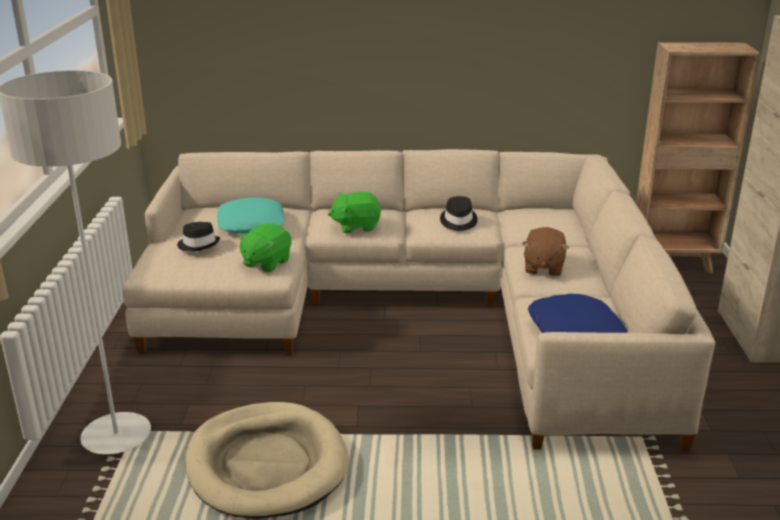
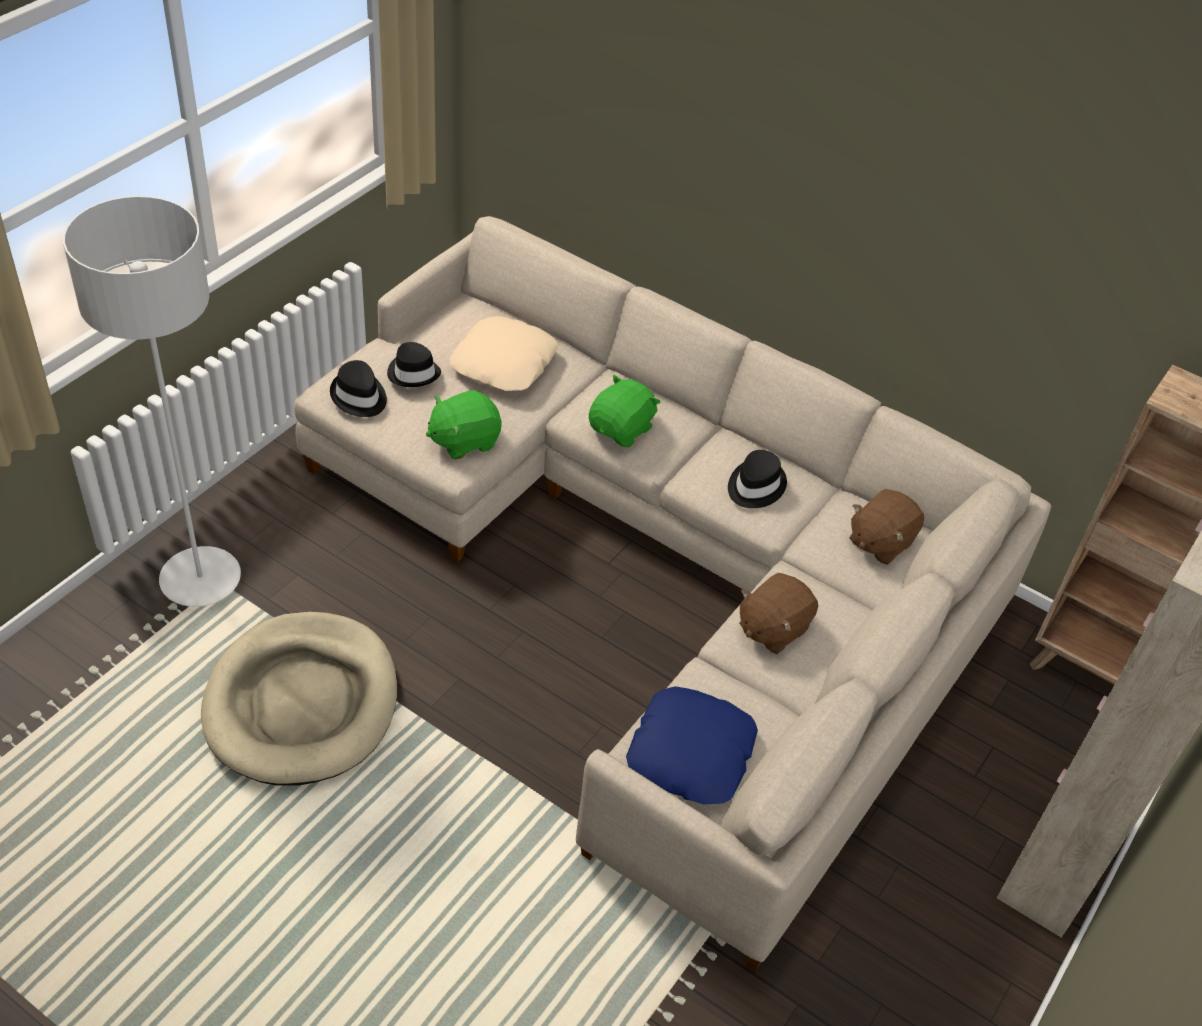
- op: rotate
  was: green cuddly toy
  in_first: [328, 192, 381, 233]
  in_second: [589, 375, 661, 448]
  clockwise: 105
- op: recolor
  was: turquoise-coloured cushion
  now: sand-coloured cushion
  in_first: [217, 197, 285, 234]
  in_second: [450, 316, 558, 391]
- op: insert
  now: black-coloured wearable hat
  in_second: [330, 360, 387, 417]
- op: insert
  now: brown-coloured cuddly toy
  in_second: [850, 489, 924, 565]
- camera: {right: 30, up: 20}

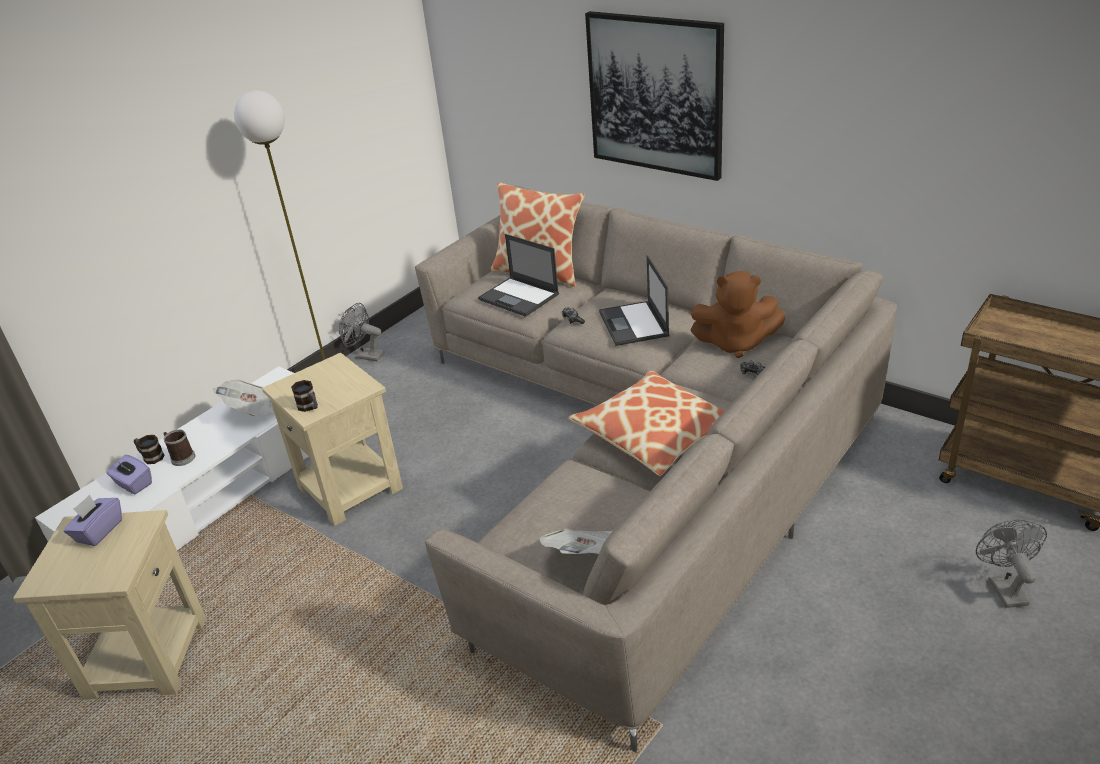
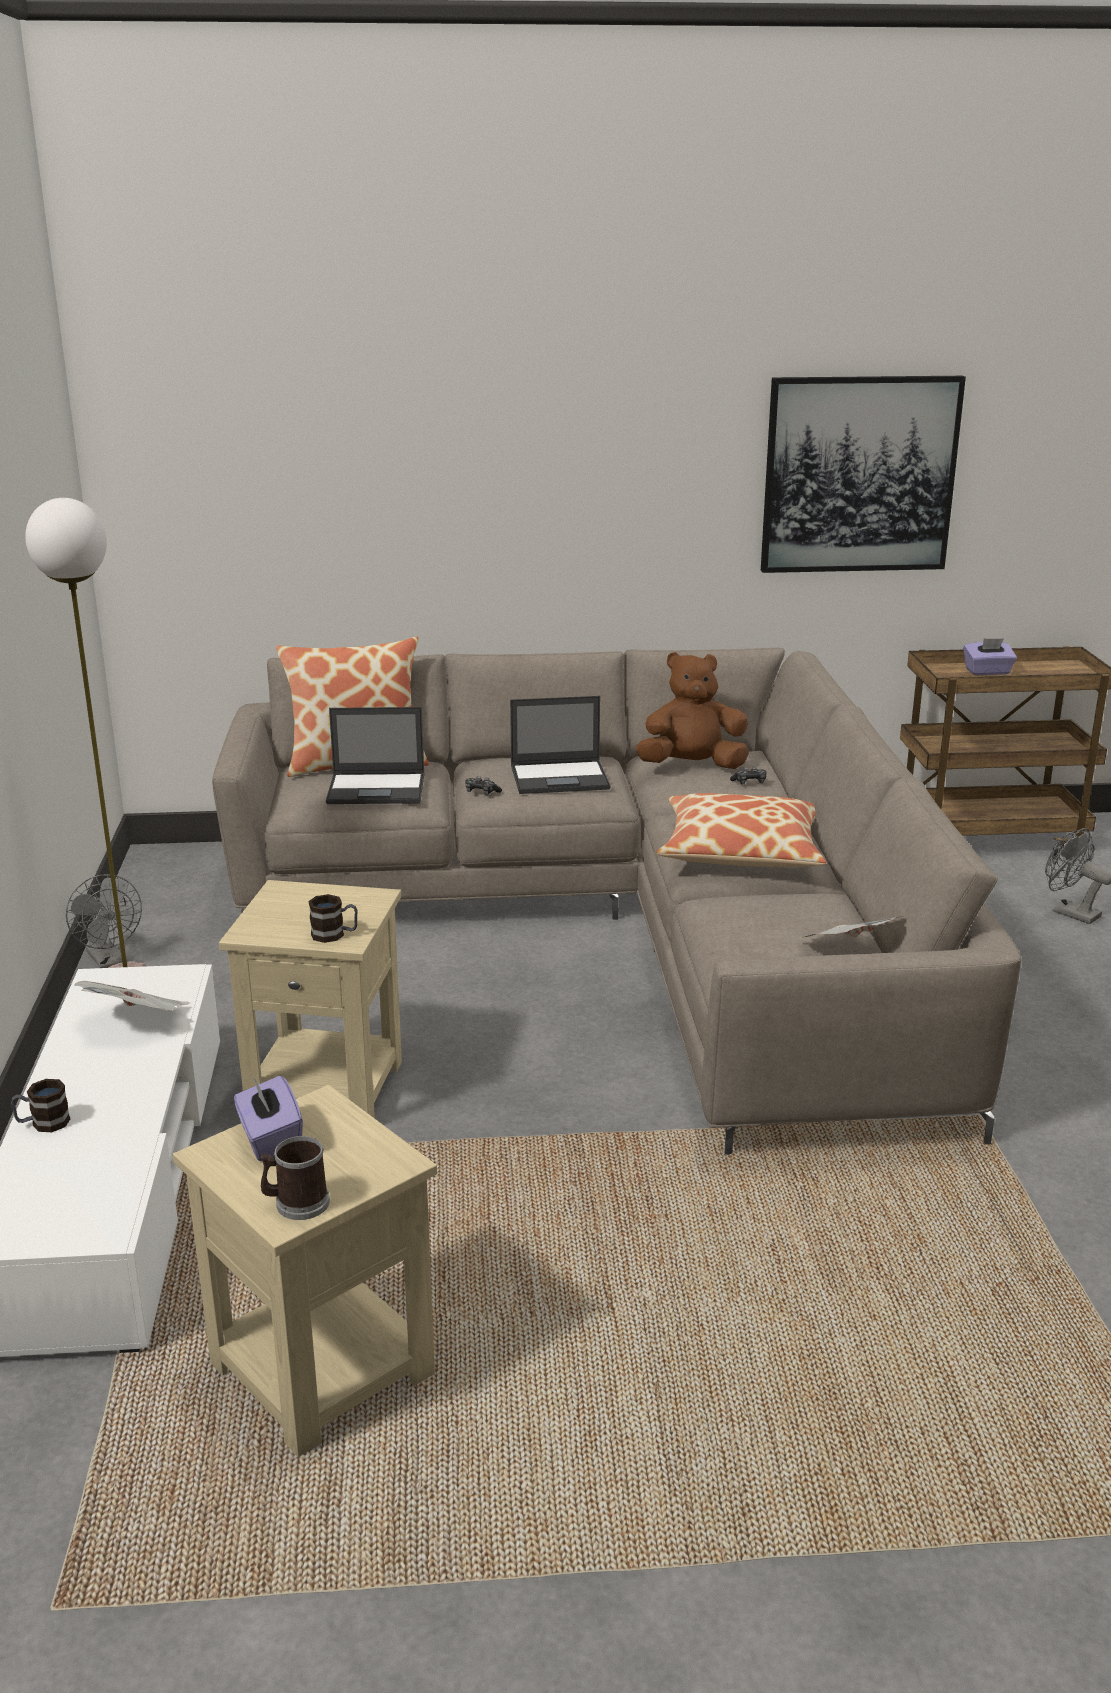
- op: move
  was: wall picture
  in_first: [585, 11, 724, 181]
  in_second: [761, 376, 966, 573]
- op: rotate
  was: notebook computer
  in_first: [599, 255, 670, 346]
  in_second: [510, 696, 611, 794]
  clockwise: -45
- op: rotate
  was: brown-coloured cuddly toy
  in_first: [690, 271, 785, 358]
  in_second: [636, 652, 749, 769]
  clockwise: -150
- op: rotate
  was: greyish cooling fan
  in_first: [339, 303, 385, 361]
  in_second: [66, 874, 142, 968]
  clockwise: -105
- op: move
  was: mug
  in_first: [163, 430, 195, 466]
  in_second: [261, 1136, 330, 1220]
- op: move
  was: purple-coloured tissue holder
  in_first: [106, 455, 152, 494]
  in_second: [963, 638, 1017, 675]
- camera: {right: -45, up: -10}

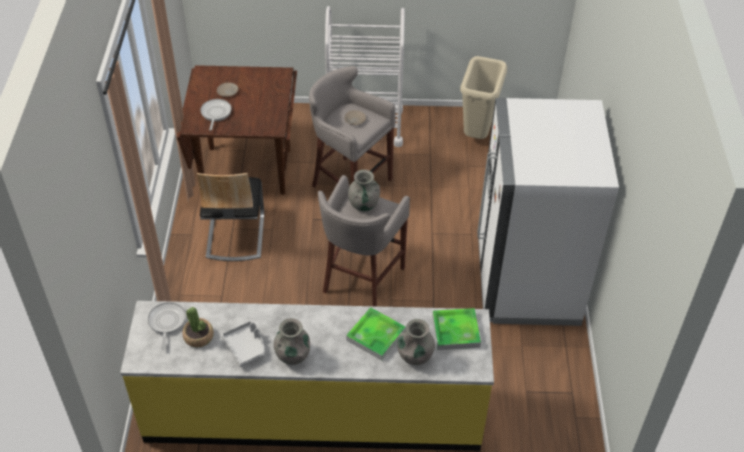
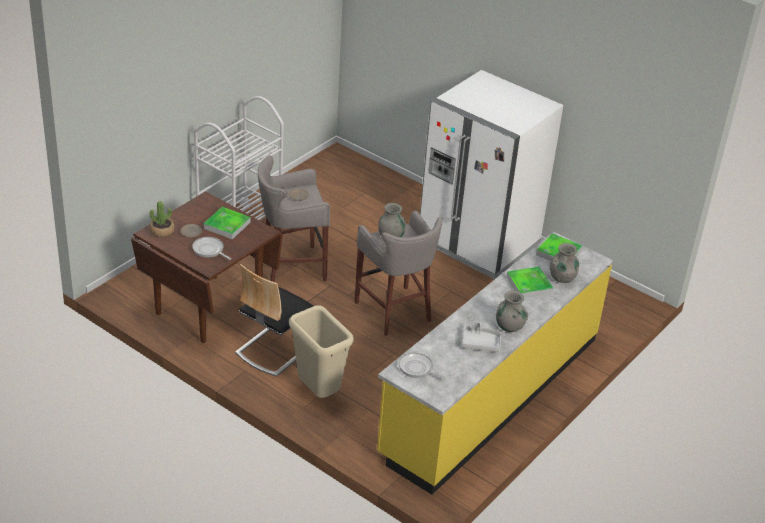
- op: move
  was: sand-coloured rubbish bin
  in_first: [460, 56, 507, 139]
  in_second: [289, 305, 354, 398]
- op: rotate
  was: chair
  in_first: [197, 173, 264, 261]
  in_second: [235, 264, 313, 377]
  clockwise: 90
- op: move
  was: plant in a pot
  in_first: [182, 307, 214, 347]
  in_second: [149, 201, 174, 237]
- op: insert
  now: tray
  in_second: [204, 207, 251, 239]
- camera: {right: -55, up: -10}

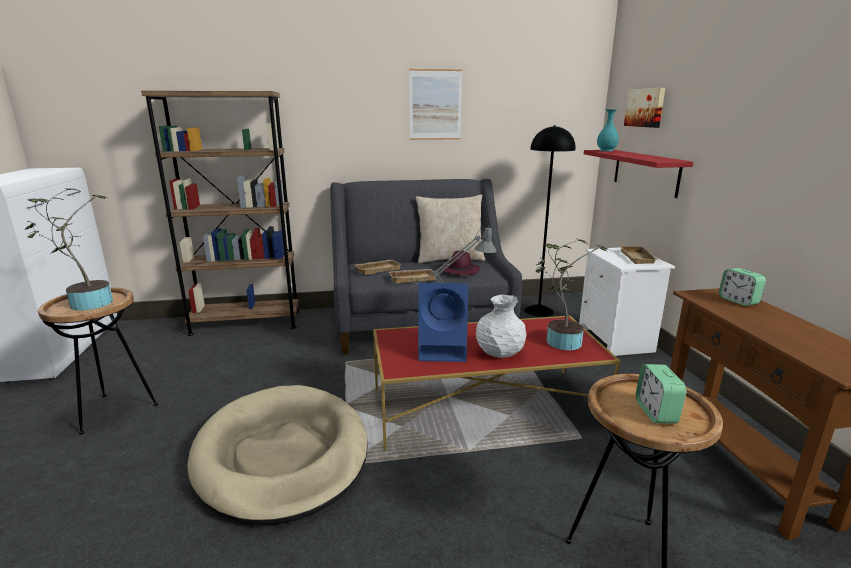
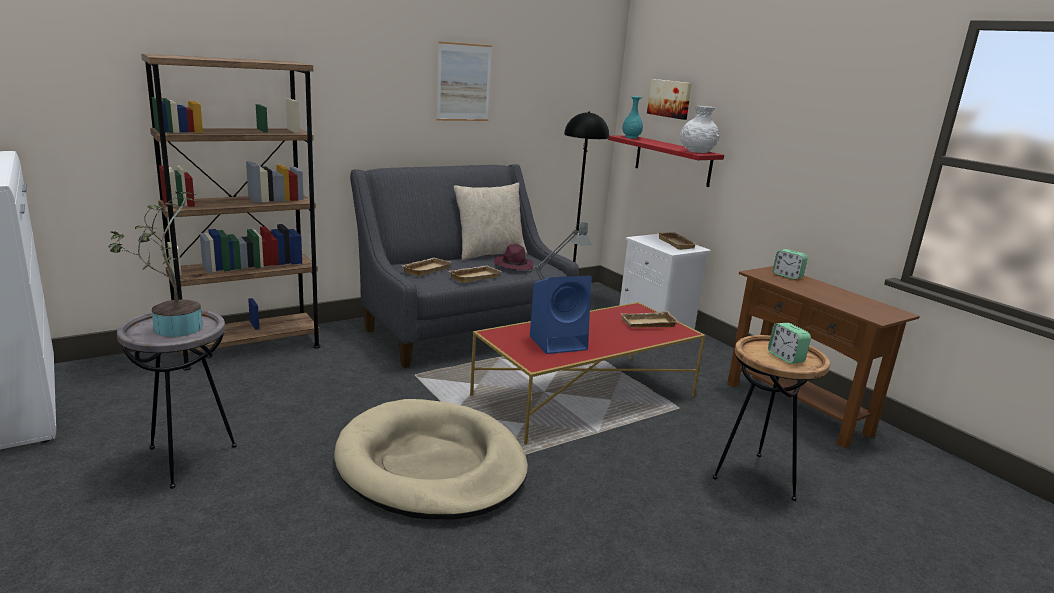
- op: replace
  was: plant in a pot
  now: sand-coloured tray
  in_first: [536, 239, 609, 350]
  in_second: [621, 311, 679, 328]
- op: recolor
  was: brown-coloured end table
  now: greyish end table
  in_first: [38, 287, 158, 435]
  in_second: [117, 309, 237, 489]
- op: move
  was: whitish flower vase
  in_first: [476, 294, 526, 358]
  in_second: [680, 106, 719, 153]
- camera: {right: -25, up: 0}

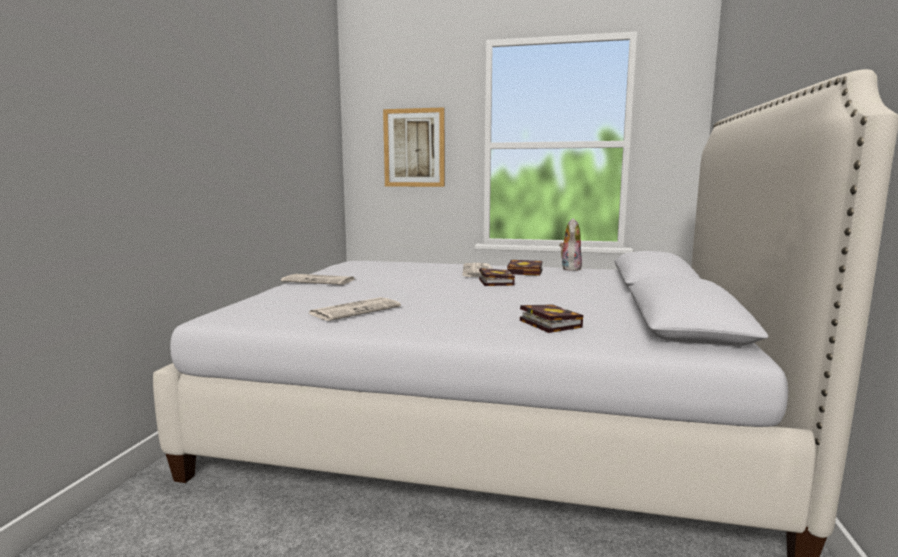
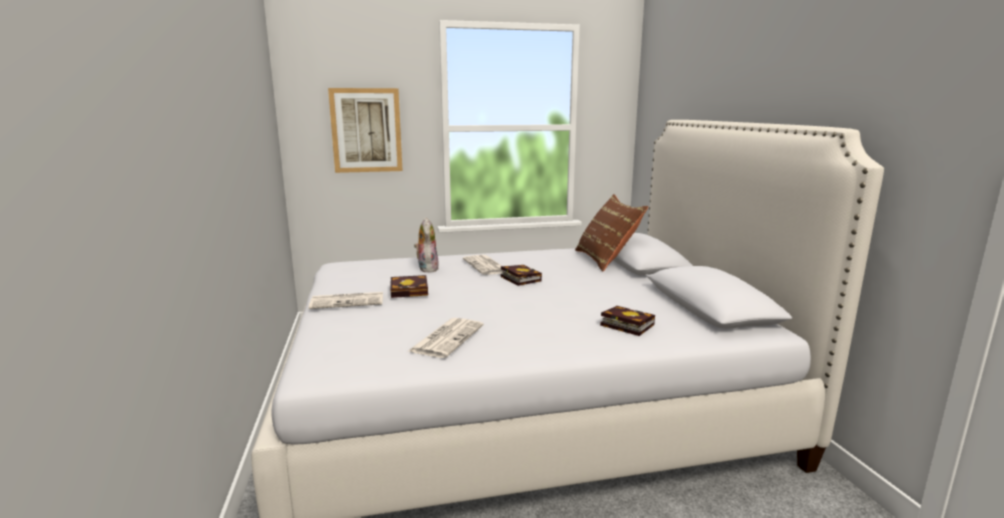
- op: move
  was: cuddly toy
  in_first: [559, 218, 582, 271]
  in_second: [414, 218, 439, 273]
- op: move
  was: book
  in_first: [507, 260, 542, 276]
  in_second: [390, 275, 428, 298]
- op: insert
  now: brown-coloured cushion
  in_second: [575, 194, 648, 271]
- camera: {right: -25, up: 5}

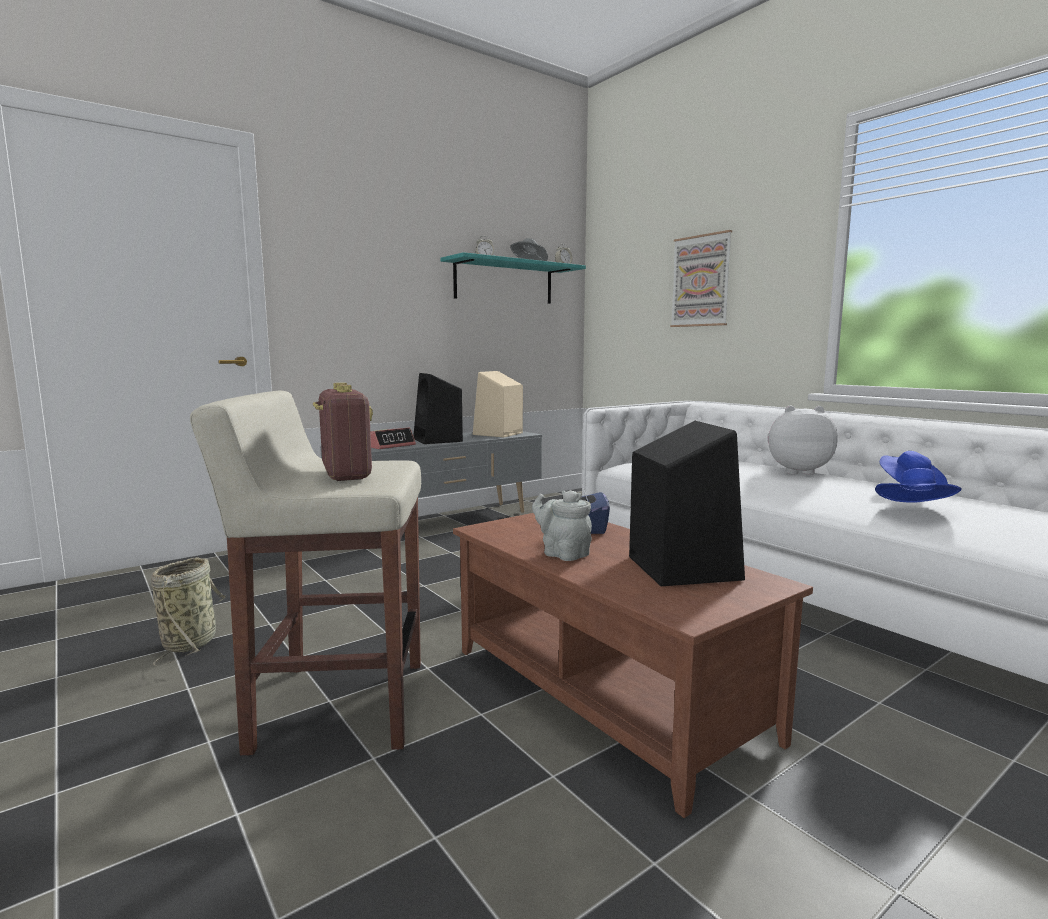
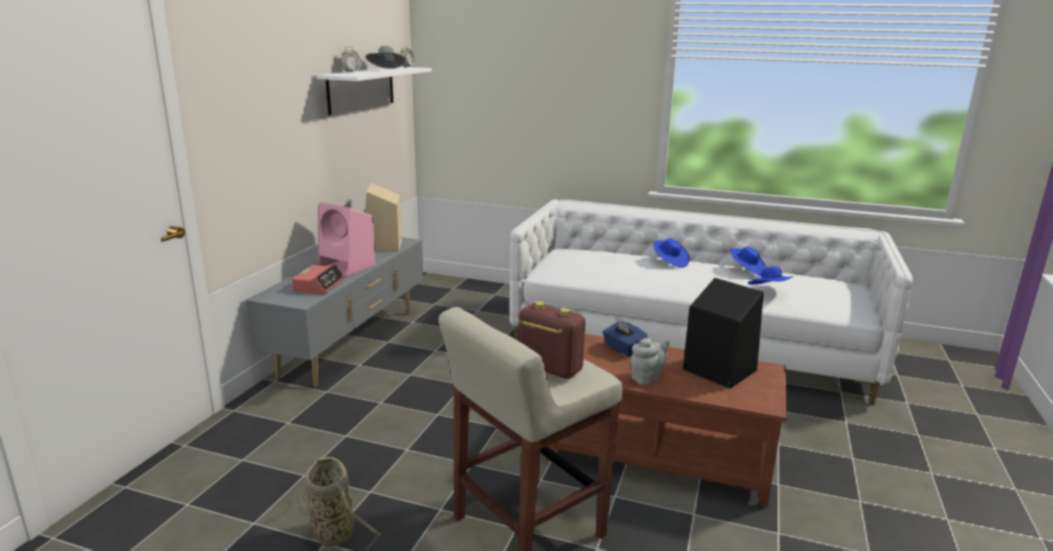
- op: delete
  was: wall picture
  in_first: [670, 230, 732, 327]
- op: recolor
  was: turquoise-coloured shelf
  now: whitish shelf
  in_first: [440, 252, 586, 304]
  in_second: [316, 67, 432, 115]
- op: recolor
  was: black-coloured loudspeaker
  now: pink-coloured loudspeaker
  in_first: [413, 373, 463, 444]
  in_second: [318, 202, 376, 276]
- op: replace
  was: cuddly toy
  now: blue wearable hat
  in_first: [767, 406, 838, 475]
  in_second: [653, 239, 689, 268]
- op: rotate
  was: greyish pot for tea
  in_first: [532, 490, 592, 561]
  in_second: [630, 338, 670, 385]
  clockwise: 135
- camera: {right: -35, up: 10}

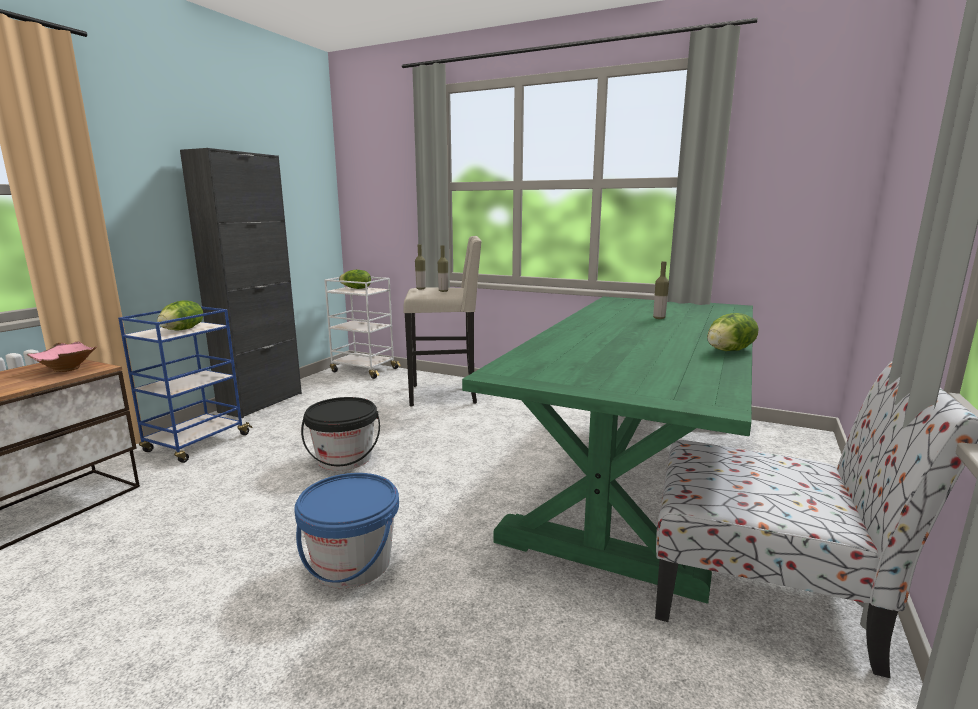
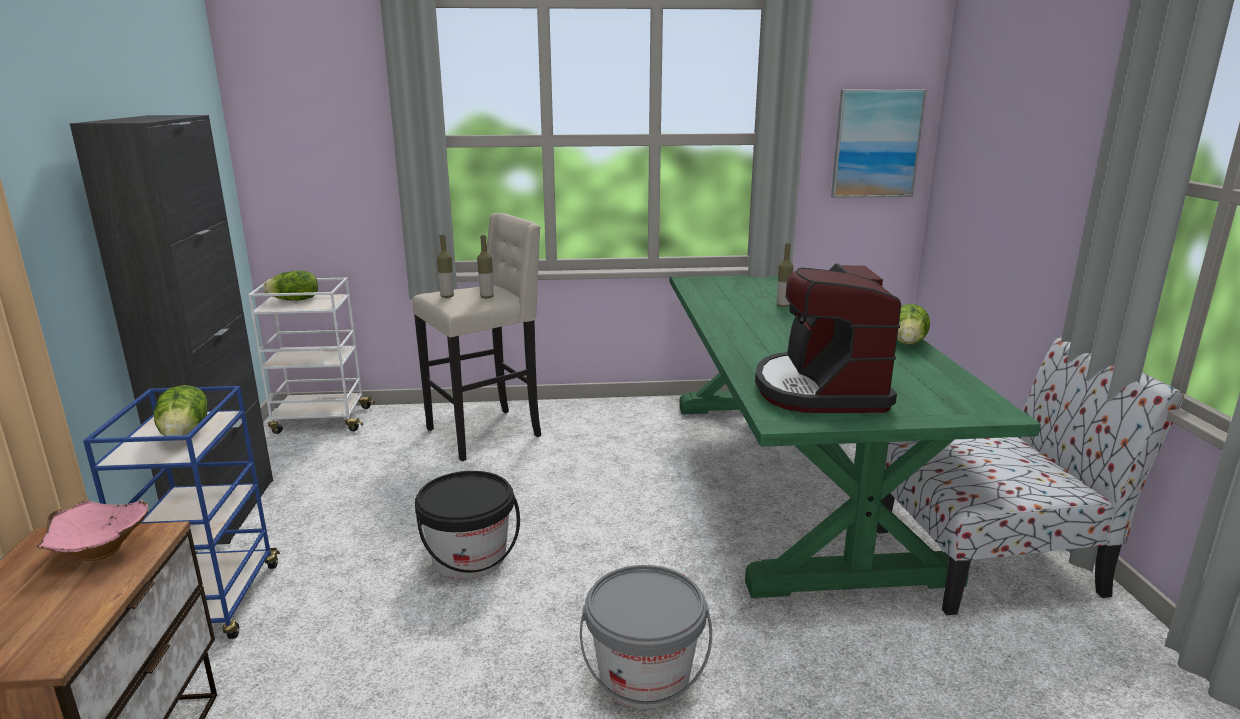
- op: recolor
  was: blue water bucket
  now: greyish water bucket
  in_first: [294, 473, 399, 588]
  in_second: [580, 565, 712, 709]
- op: insert
  now: wall picture
  in_second: [831, 89, 927, 198]
- op: insert
  now: coffee machine
  in_second: [755, 264, 901, 413]
- camera: {right: -30, up: 5}

